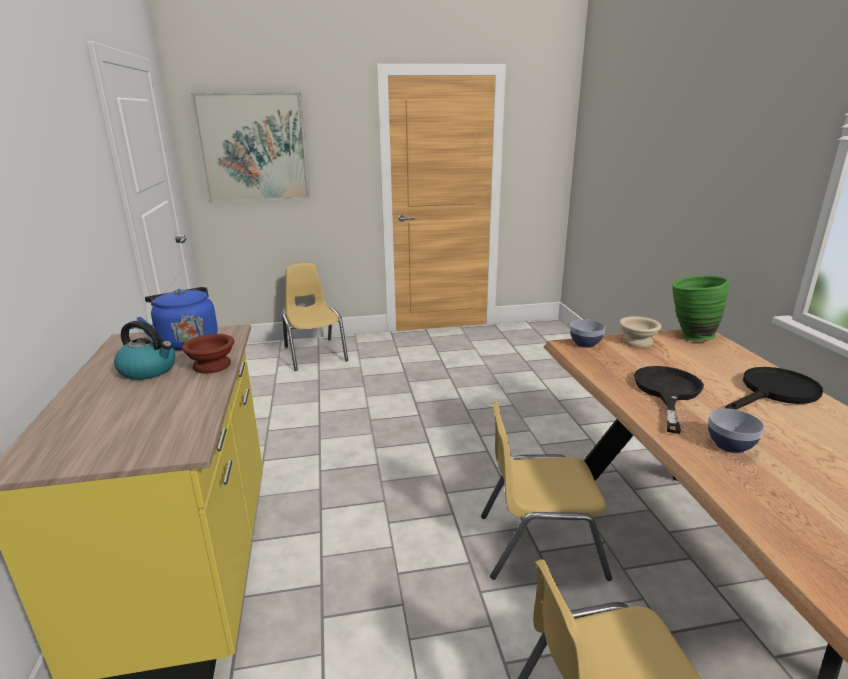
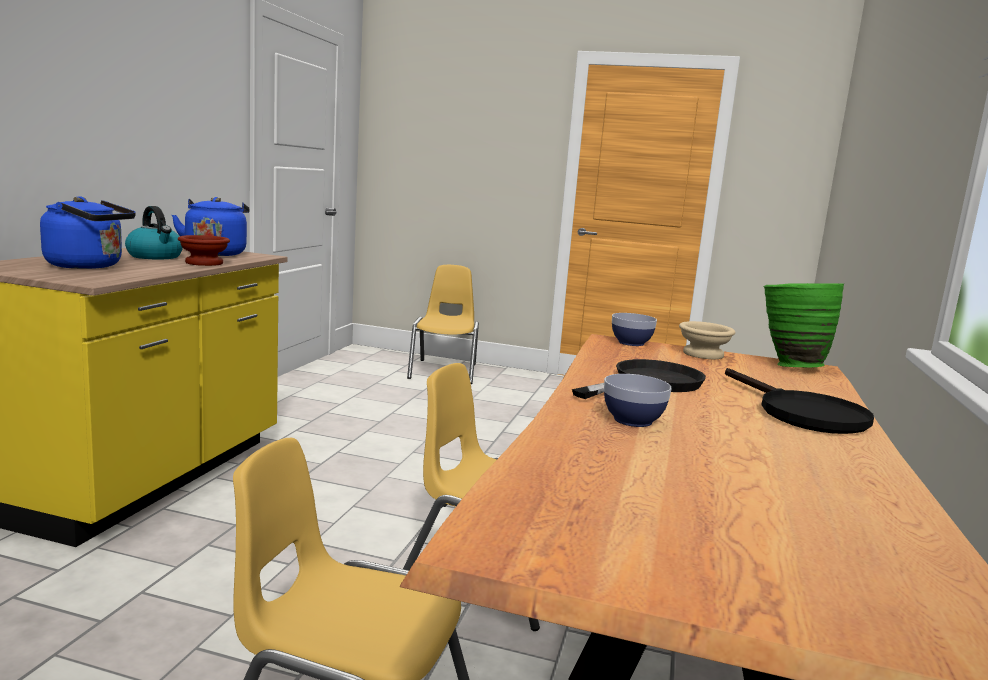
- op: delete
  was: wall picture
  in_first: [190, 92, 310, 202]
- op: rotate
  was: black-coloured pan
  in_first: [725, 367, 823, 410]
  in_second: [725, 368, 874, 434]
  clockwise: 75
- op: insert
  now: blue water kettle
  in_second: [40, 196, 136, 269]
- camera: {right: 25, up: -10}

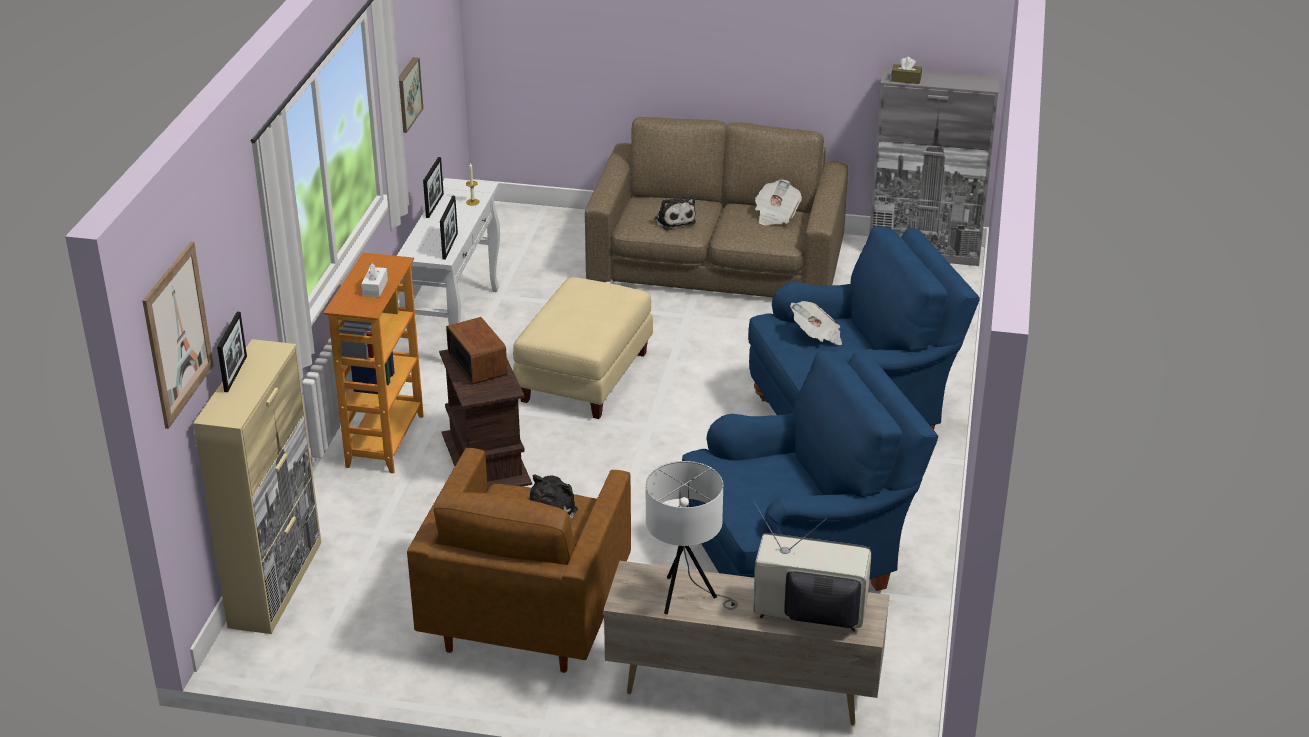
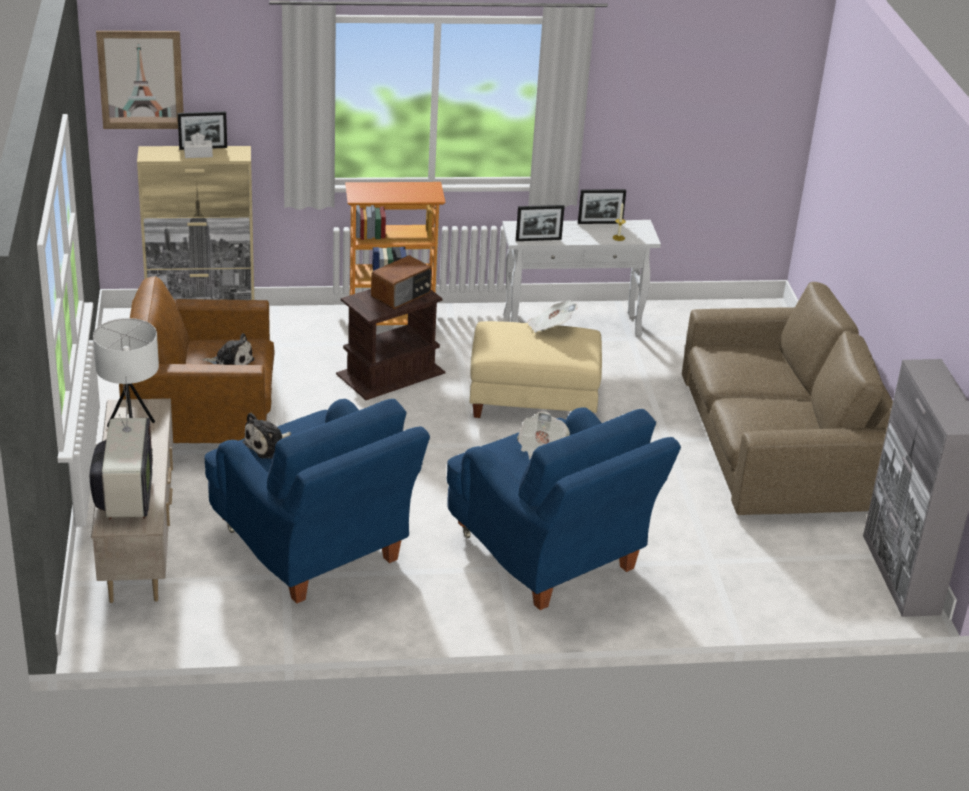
- op: delete
  was: wall picture
  in_first: [399, 57, 423, 133]
- op: delete
  was: brown-coloured tissue holder
  in_first: [891, 57, 922, 84]
- op: move
  was: printed paper
  in_first: [755, 180, 802, 225]
  in_second: [527, 300, 578, 333]
- op: move
  was: cuddly toy
  in_first: [654, 196, 696, 230]
  in_second: [242, 413, 291, 459]
- op: move
  was: whitish tissue holder
  in_first: [361, 263, 388, 297]
  in_second: [184, 133, 213, 158]
- camera: {right: 70, up: 0}

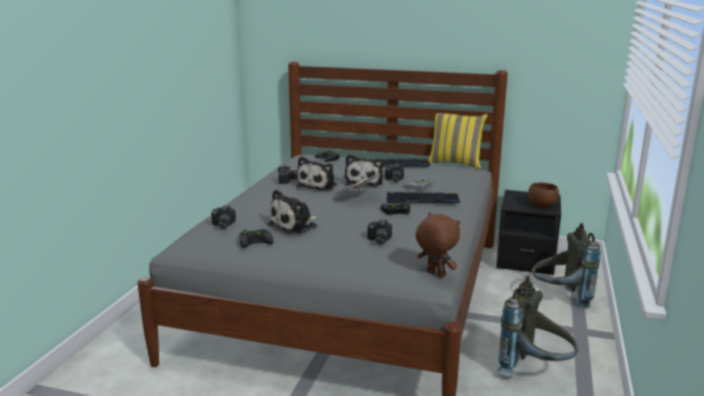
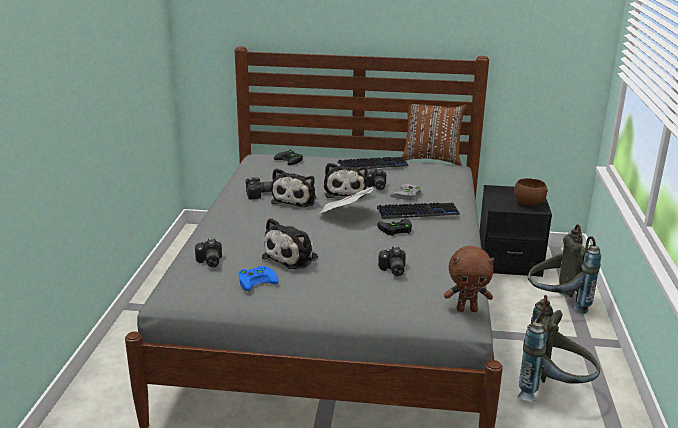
- op: recolor
  was: yellowish cushion
  now: brown-coloured cushion
  in_first: [428, 113, 488, 169]
  in_second: [402, 104, 467, 166]
- op: rotate
  was: brown-coloured cuddly toy
  in_first: [416, 212, 460, 278]
  in_second: [444, 246, 495, 312]
  clockwise: 150
- op: recolor
  was: black-coloured game controller
  now: blue game controller
  in_first: [239, 229, 273, 248]
  in_second: [238, 266, 279, 291]
- camera: {right: -10, up: 5}

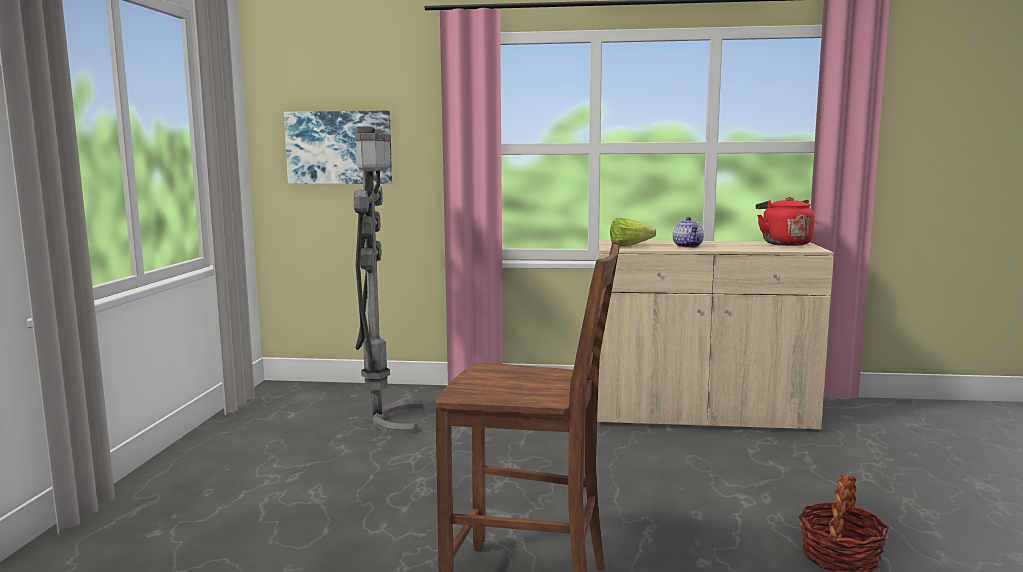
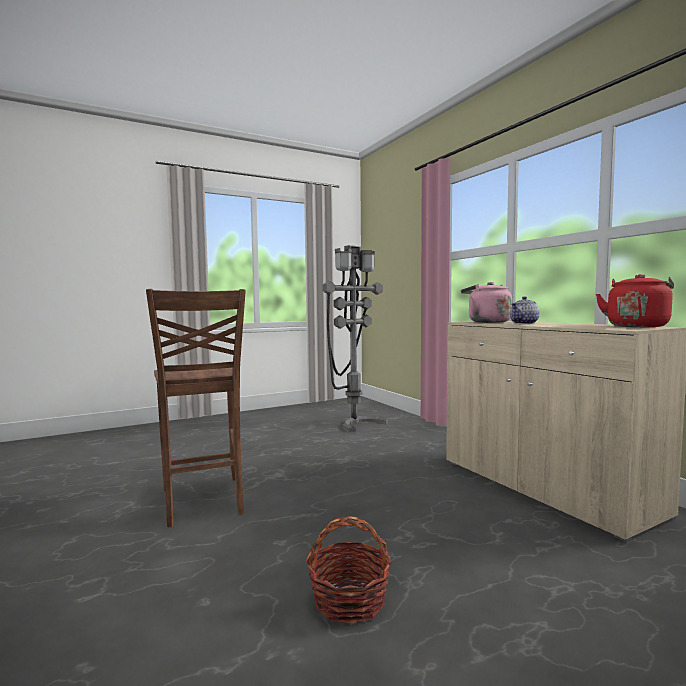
- op: delete
  was: wall picture
  in_first: [284, 111, 392, 184]
- op: replace
  was: lettuce head
  now: pink-coloured water kettle
  in_first: [610, 218, 656, 246]
  in_second: [461, 282, 512, 323]
- camera: {right: 55, up: -5}

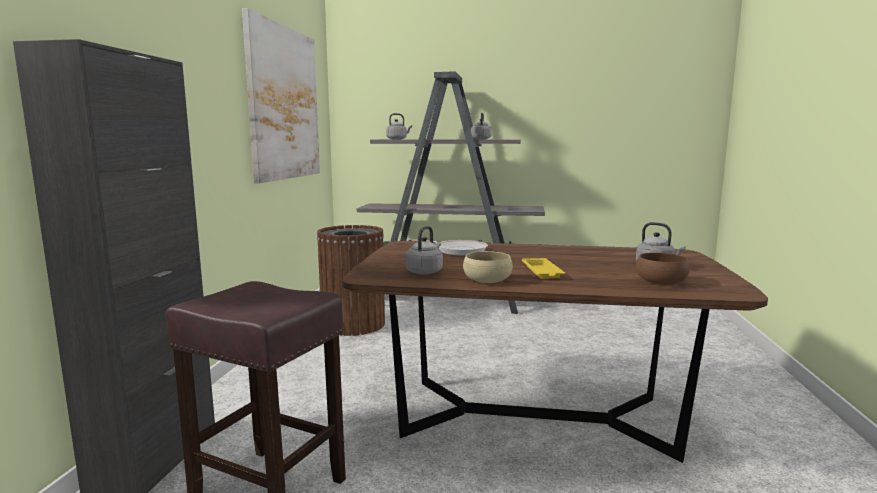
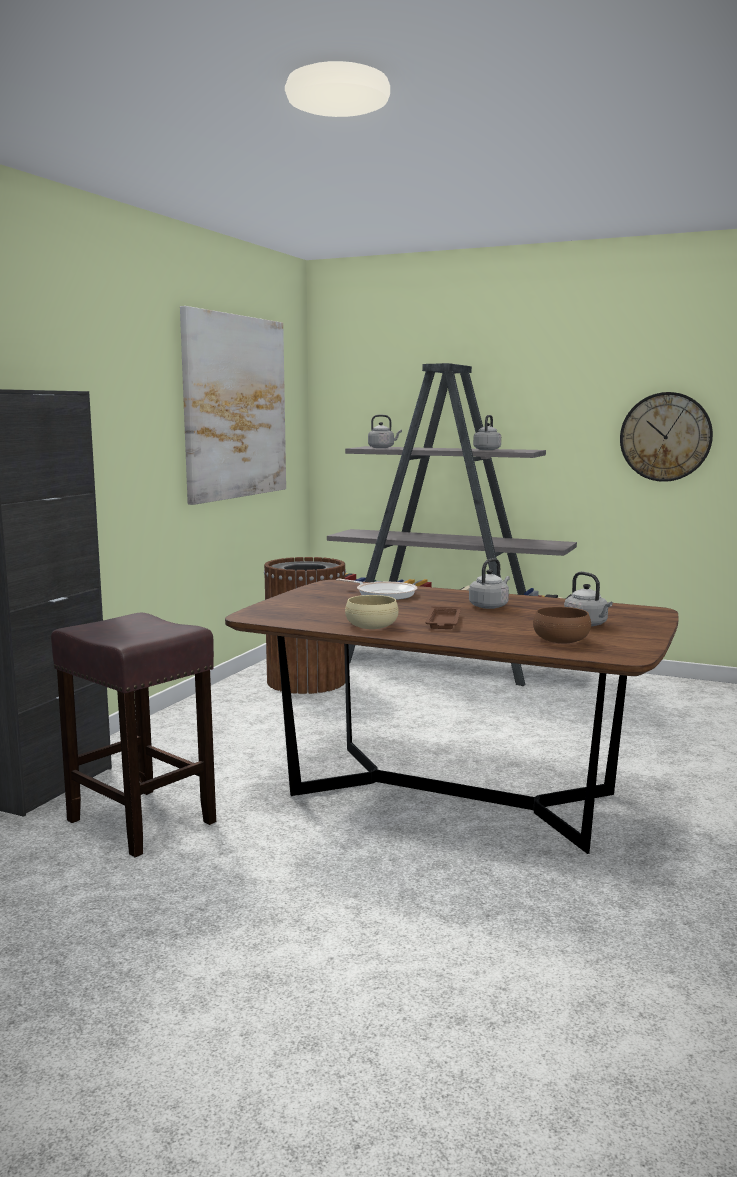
- op: move
  was: greyish water kettle
  in_first: [405, 226, 443, 275]
  in_second: [469, 558, 510, 609]
- op: recolor
  was: yellowish tray
  now: brown-coloured tray
  in_first: [522, 258, 565, 279]
  in_second: [425, 606, 461, 629]
- op: insert
  now: wall clock
  in_second: [620, 392, 713, 482]
- camera: {right: 15, up: 0}

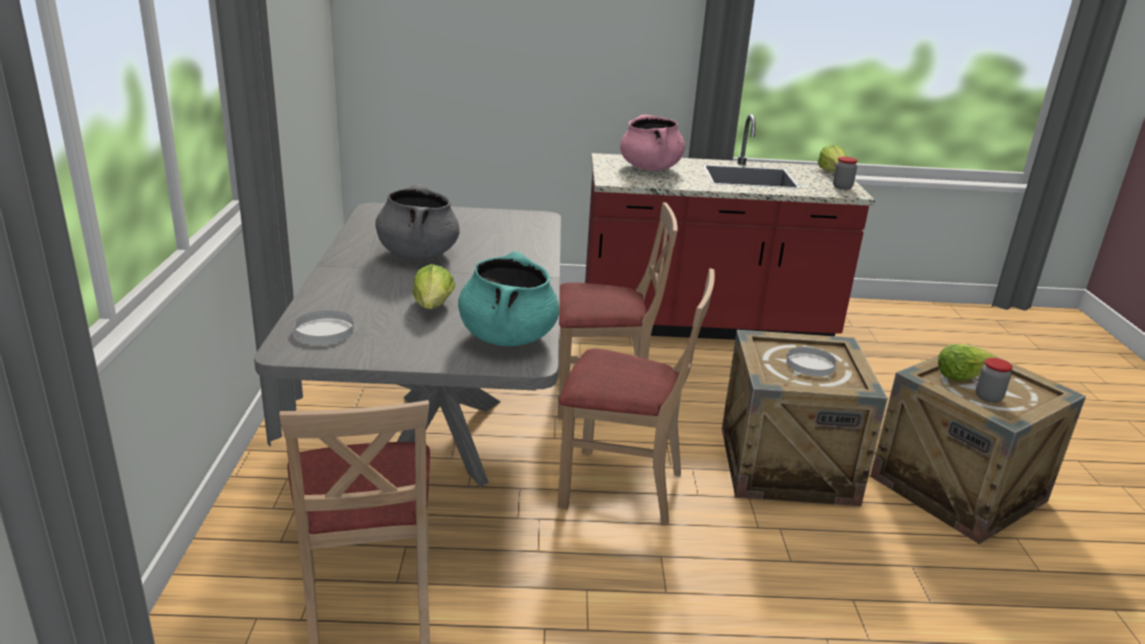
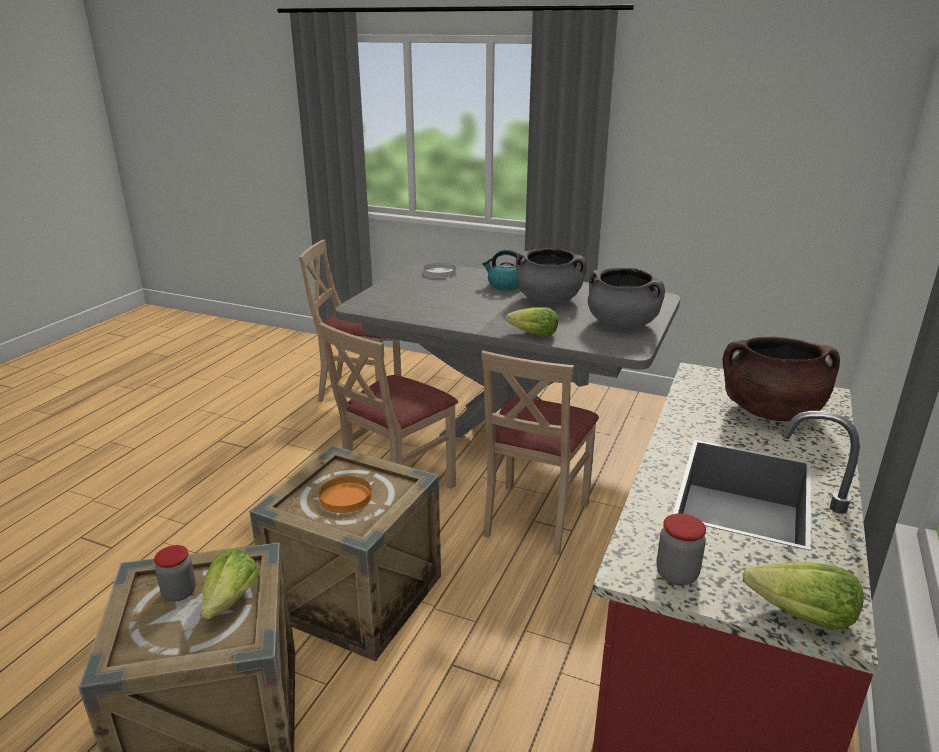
- op: recolor
  was: pink-coloured cooking pot
  now: brown-coloured cooking pot
  in_first: [620, 115, 685, 171]
  in_second: [723, 337, 840, 421]
- op: delete
  was: turquoise-coloured cooking pot
  in_first: [458, 251, 559, 346]
- op: move
  was: lettuce head
  in_first: [413, 264, 455, 309]
  in_second: [506, 307, 558, 337]
- op: recolor
  was: whitish flat dish
  now: orangey flat dish
  in_first: [786, 347, 837, 376]
  in_second: [319, 476, 372, 513]
- op: insert
  now: water kettle
  in_second: [483, 250, 519, 290]
- op: insert
  now: greyish cooking pot
  in_second: [588, 268, 665, 328]
- camera: {right: 115, up: 0}

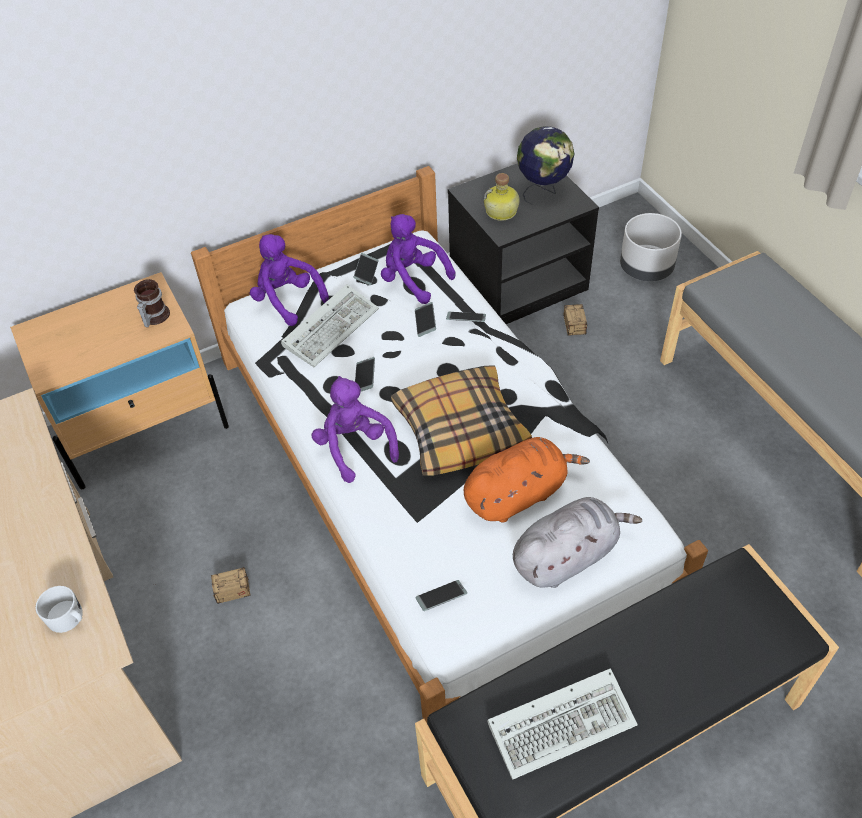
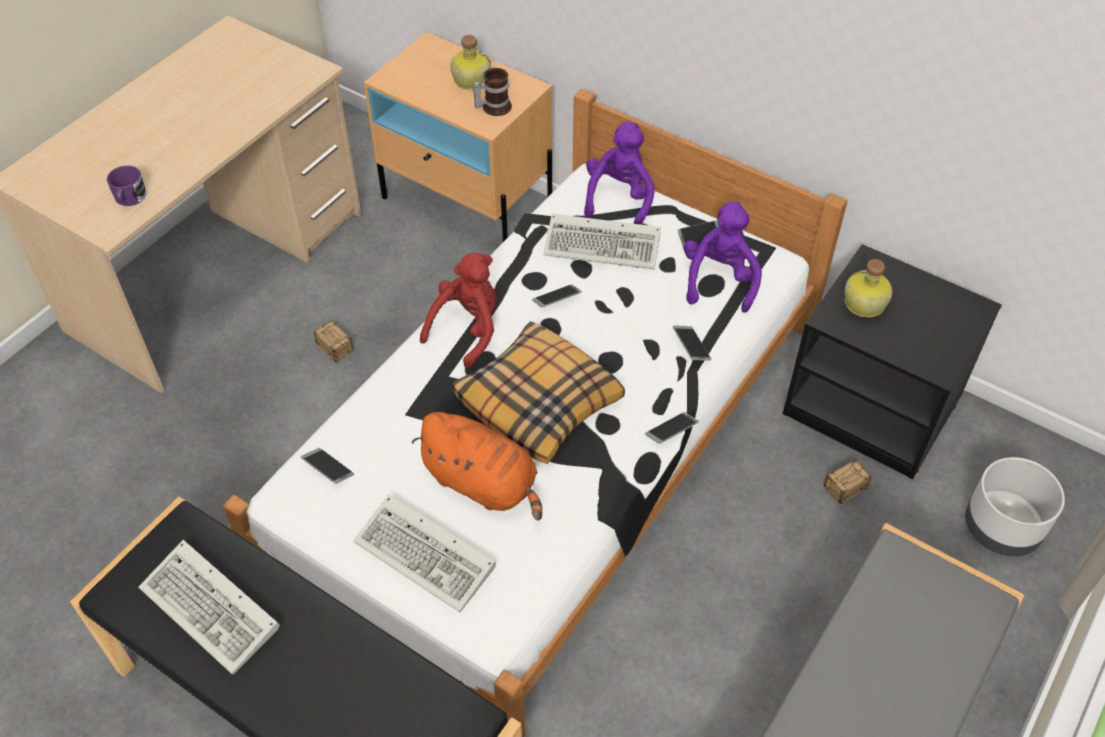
- op: delete
  was: desk globe
  in_first: [517, 126, 575, 205]
- op: move
  was: telephone
  in_first: [415, 302, 436, 337]
  in_second: [645, 412, 699, 444]
- op: recolor
  was: purple-coloured cuddly toy
  now: reddish cuddly toy
  in_first: [311, 376, 399, 483]
  in_second: [420, 253, 497, 368]
- op: replace
  was: greyish cuddly toy
  now: computer keyboard
  in_first: [513, 497, 642, 588]
  in_second: [353, 495, 496, 612]
- op: recolor
  was: whitish mug
  now: purple-coloured mug
  in_first: [35, 586, 83, 633]
  in_second: [107, 165, 147, 206]
- op: insert
  now: drink bottle
  in_second: [450, 35, 491, 90]
- camera: {right: 60, up: 0}

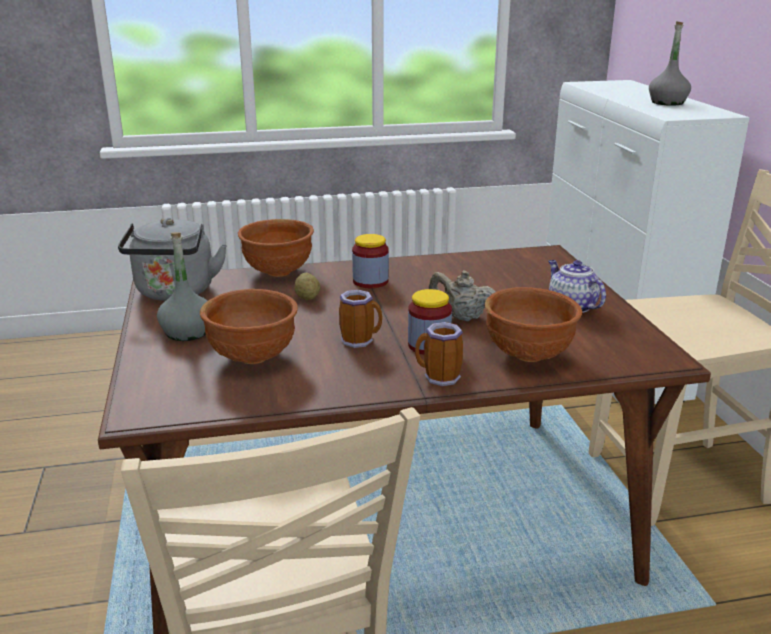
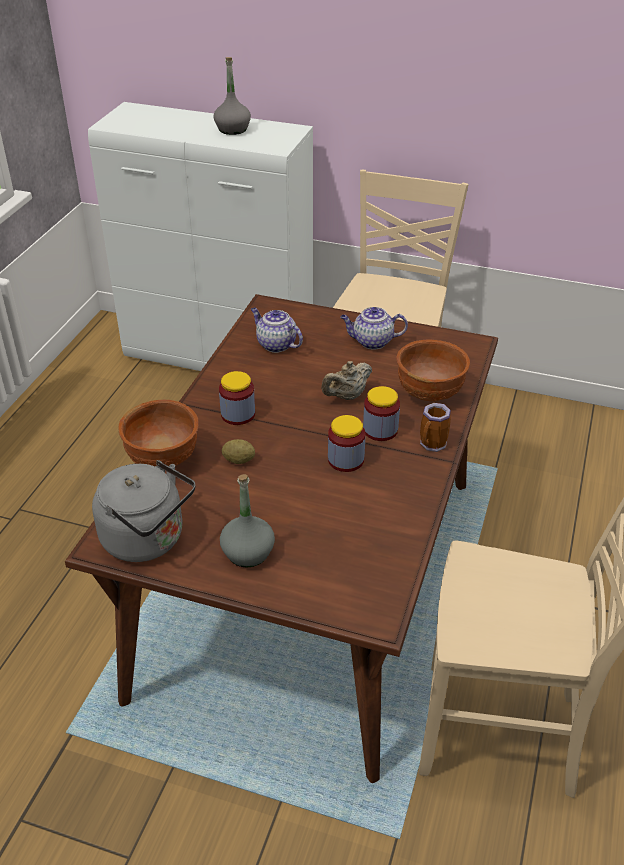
- op: delete
  was: brown-coloured bowl
  in_first: [200, 289, 298, 364]
- op: replace
  was: mug
  now: storage jar
  in_first: [339, 290, 382, 348]
  in_second: [328, 415, 365, 472]
- op: insert
  now: pot for tea
  in_second: [251, 308, 303, 353]
- camera: {right: -60, up: 15}

